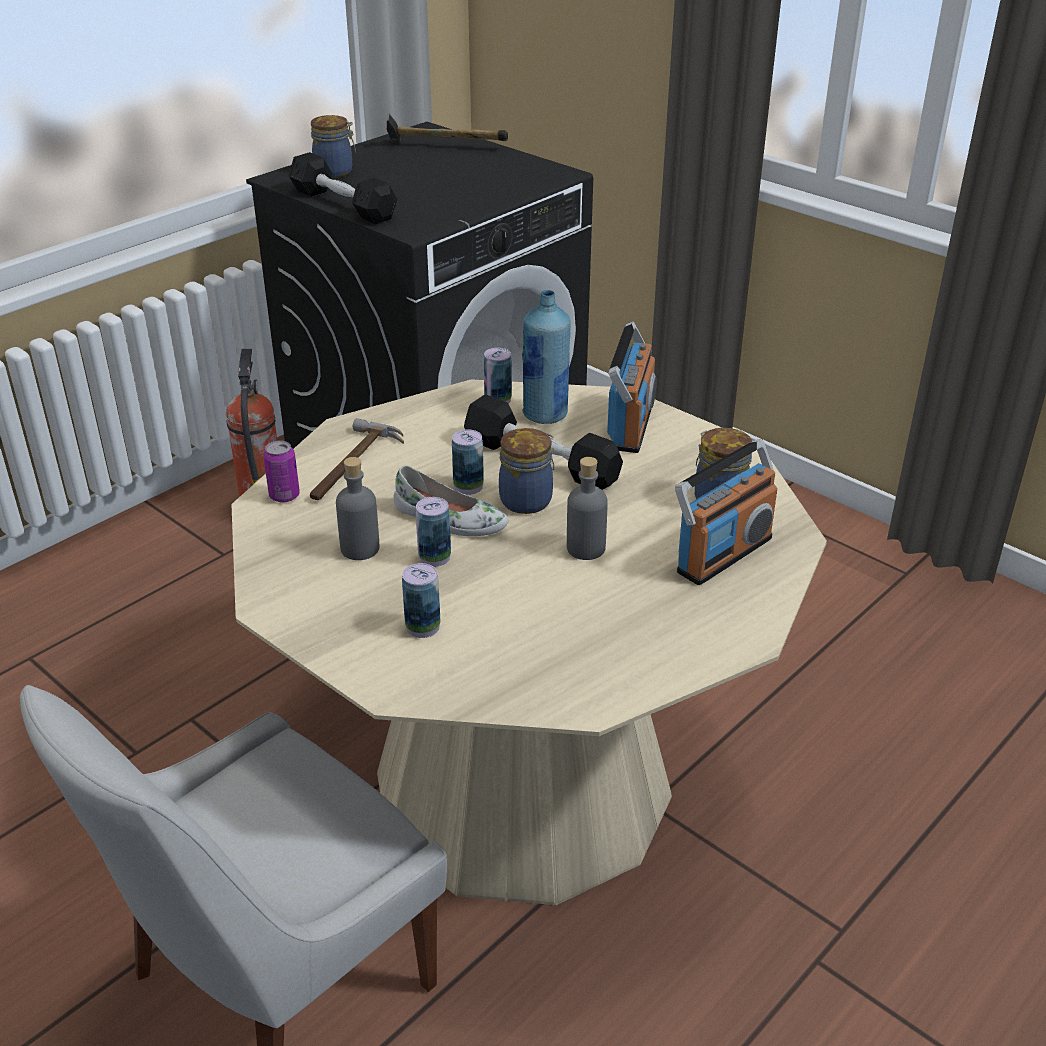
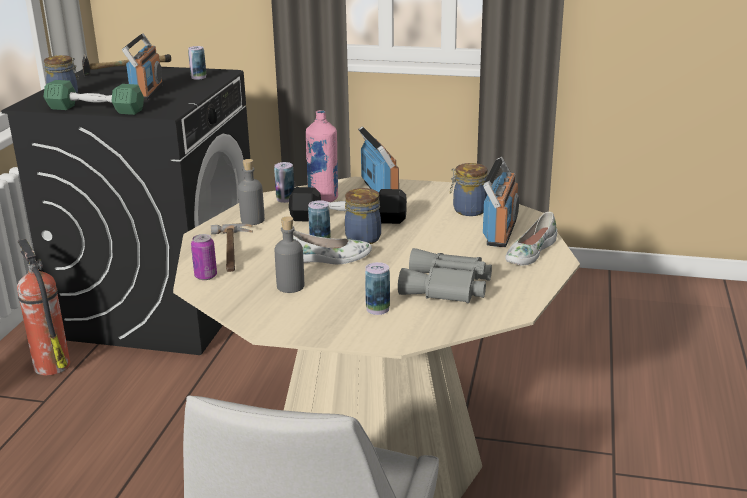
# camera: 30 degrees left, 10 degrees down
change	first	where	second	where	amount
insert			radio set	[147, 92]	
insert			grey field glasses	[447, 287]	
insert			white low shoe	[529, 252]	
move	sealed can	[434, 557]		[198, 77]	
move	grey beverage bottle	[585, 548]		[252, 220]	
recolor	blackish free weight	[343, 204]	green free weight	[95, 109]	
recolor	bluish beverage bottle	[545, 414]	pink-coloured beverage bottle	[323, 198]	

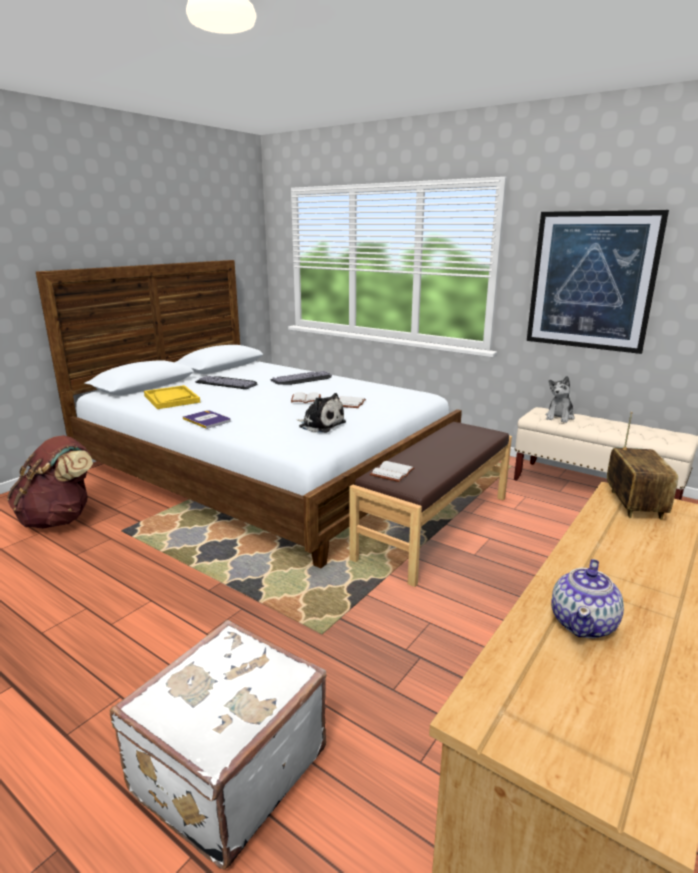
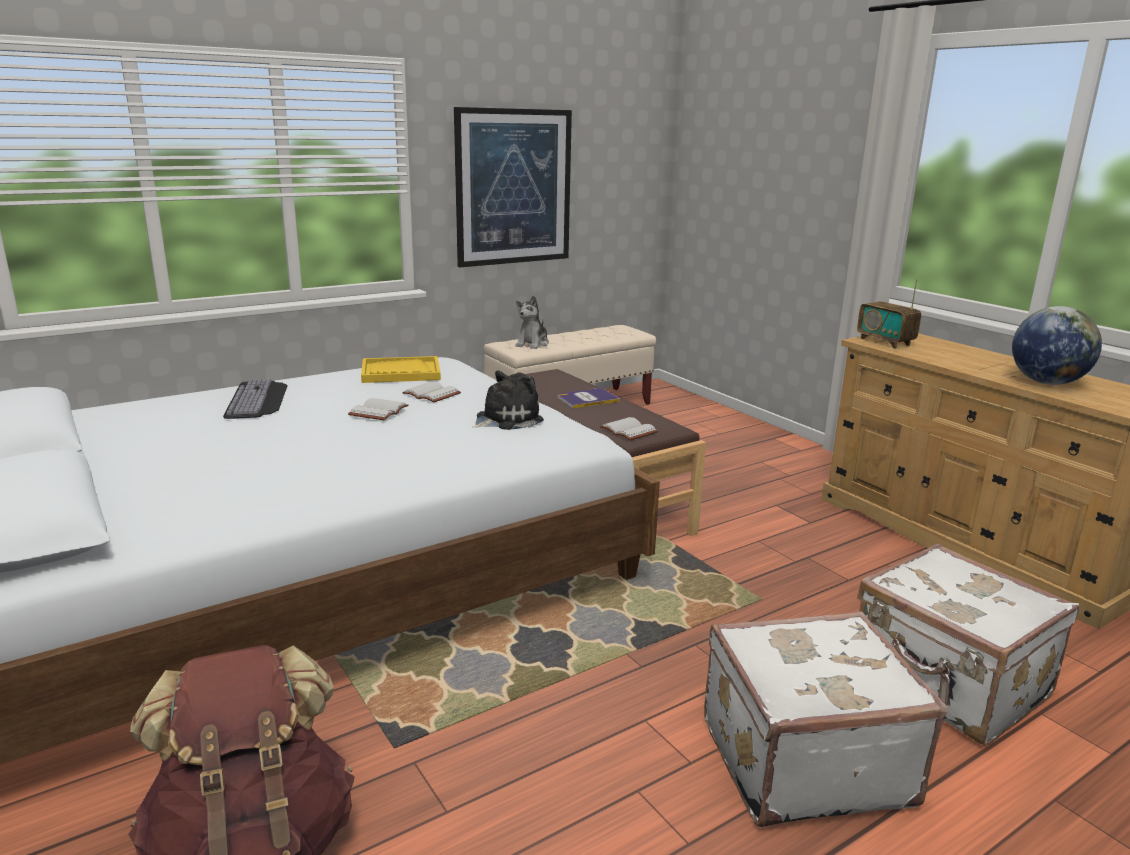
# camera: 70 degrees left, 0 degrees up
change	first	where	second	where	amount
delete	computer keyboard	[229, 382]			
insert			white travel case	[801, 759]	
move	yellowish tray	[171, 399]		[400, 372]	
move	volume	[207, 420]		[587, 399]	
replace	pot for tea	[584, 623]	globe	[1046, 382]	
rotate	soft toy	[559, 417]		[533, 344]	60 degrees clockwise
rotate	radio set	[634, 504]		[885, 342]	150 degrees counterclockwise

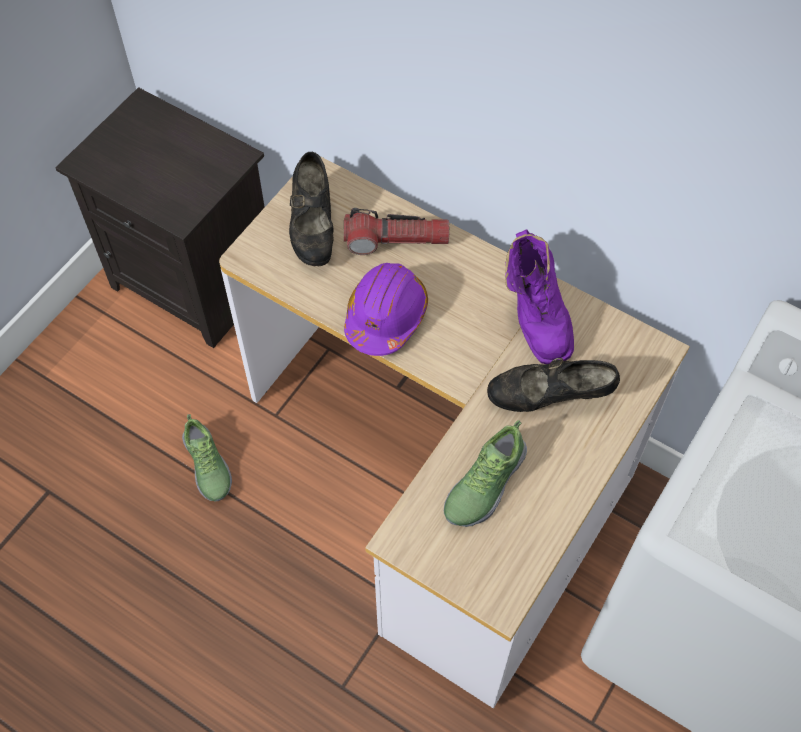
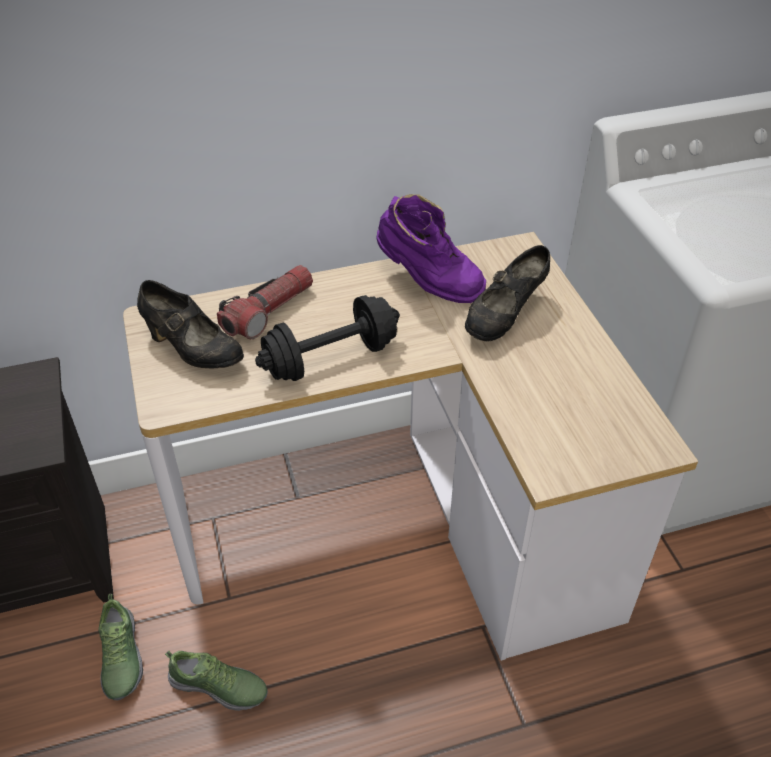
# camera: 50 degrees left, 15 degrees down
change	first	where	second	where	amount
move	low shoe	[483, 484]		[120, 657]	
replace	purplish safety helmet	[386, 316]	blackish free weight	[330, 358]	

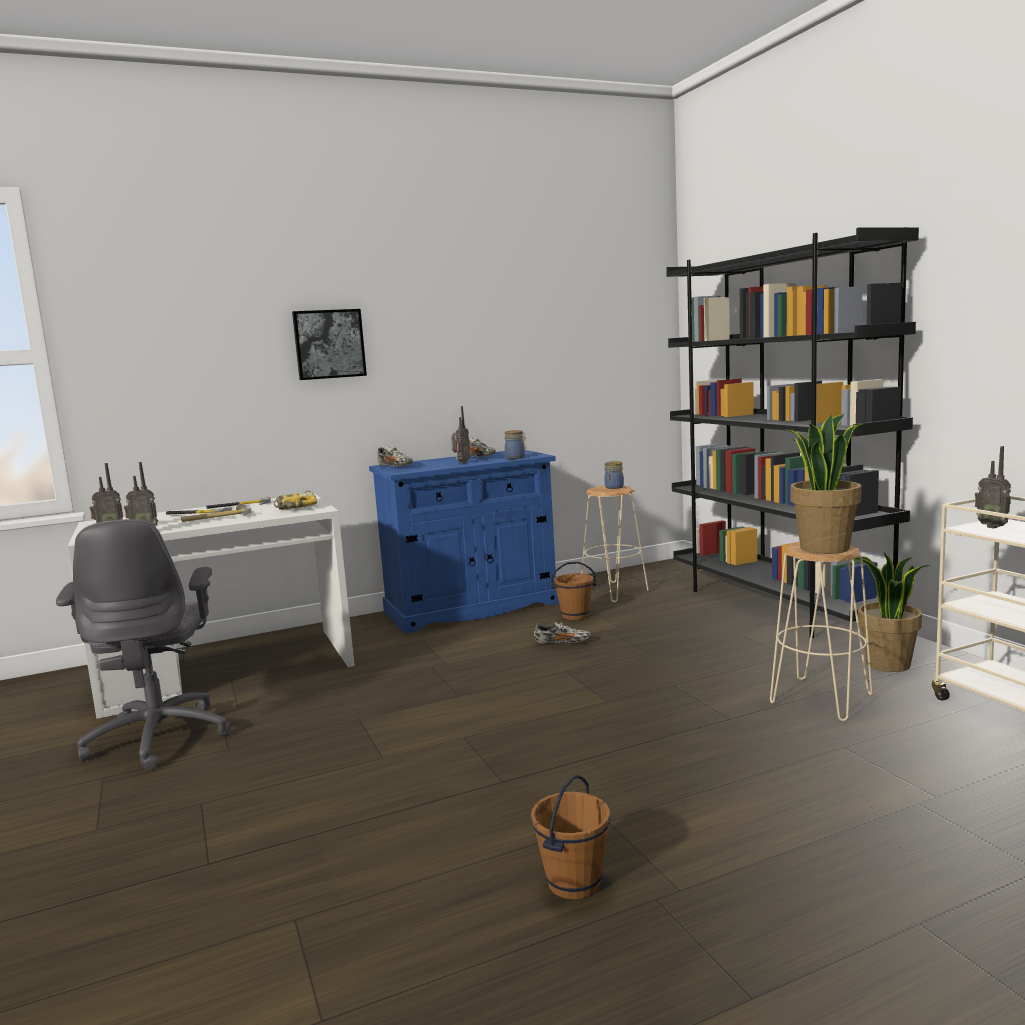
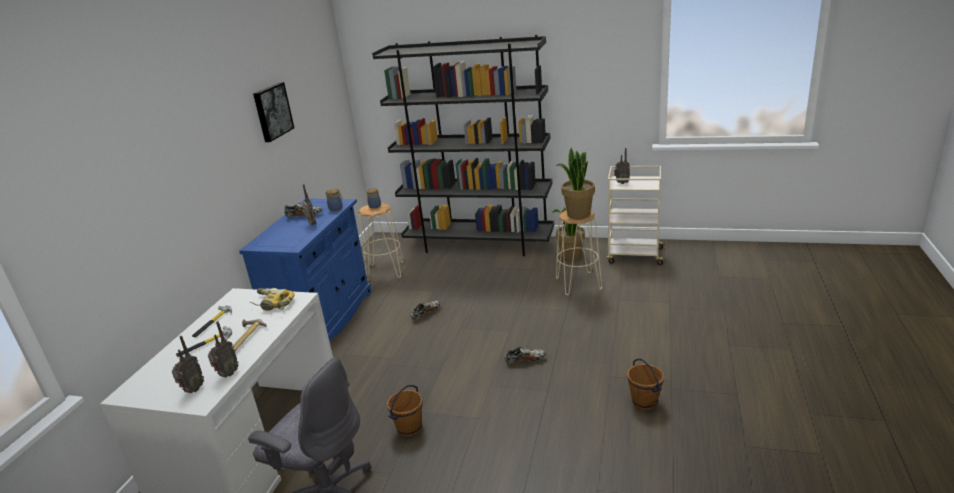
# camera: 50 degrees left, 15 degrees up
change	first	where	second	where	amount
move	picture	[329, 344]		[272, 111]	
move	low shoe	[396, 467]		[525, 360]	
move	brownish water bucket	[575, 616]		[409, 428]	

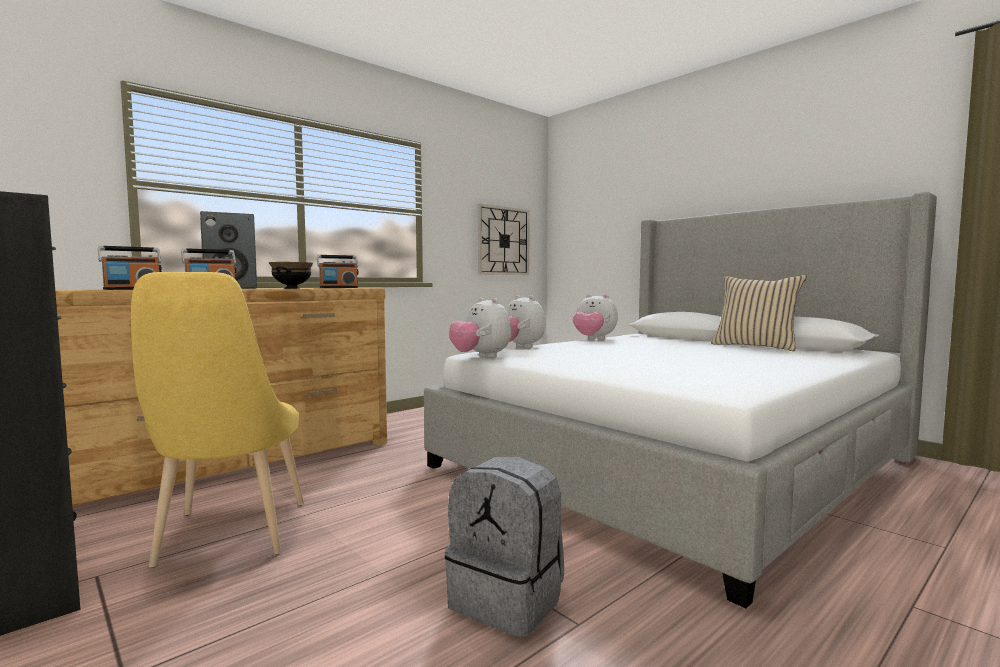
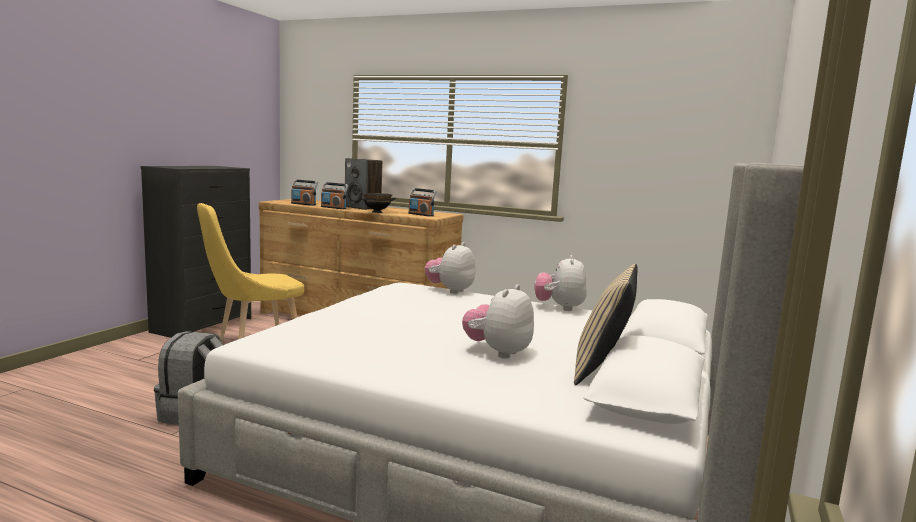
# camera: 65 degrees right, 5 degrees up
change	first	where	second	where	amount
delete	clock on the wall	[503, 241]			
move	soft toy	[481, 357]		[498, 352]	

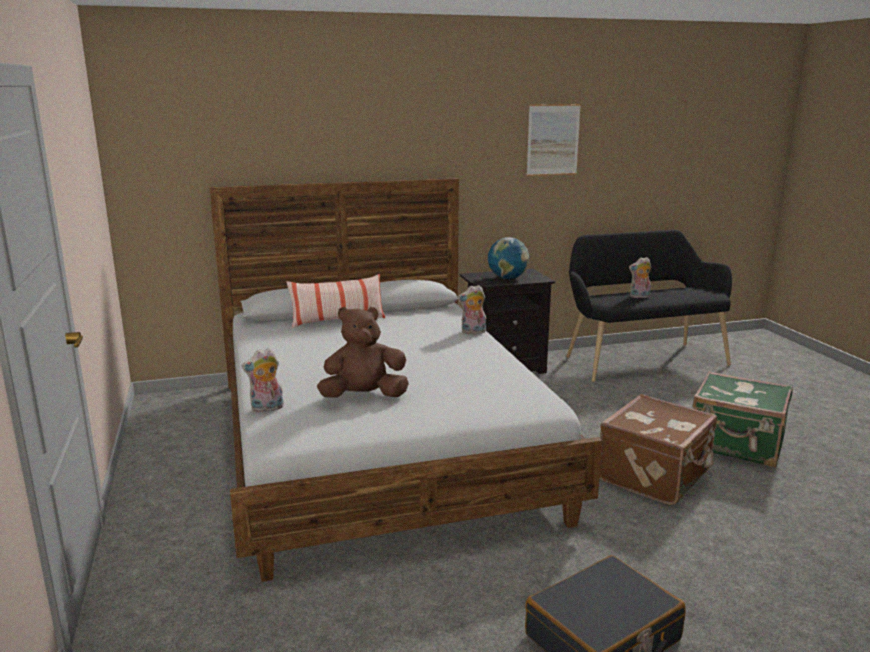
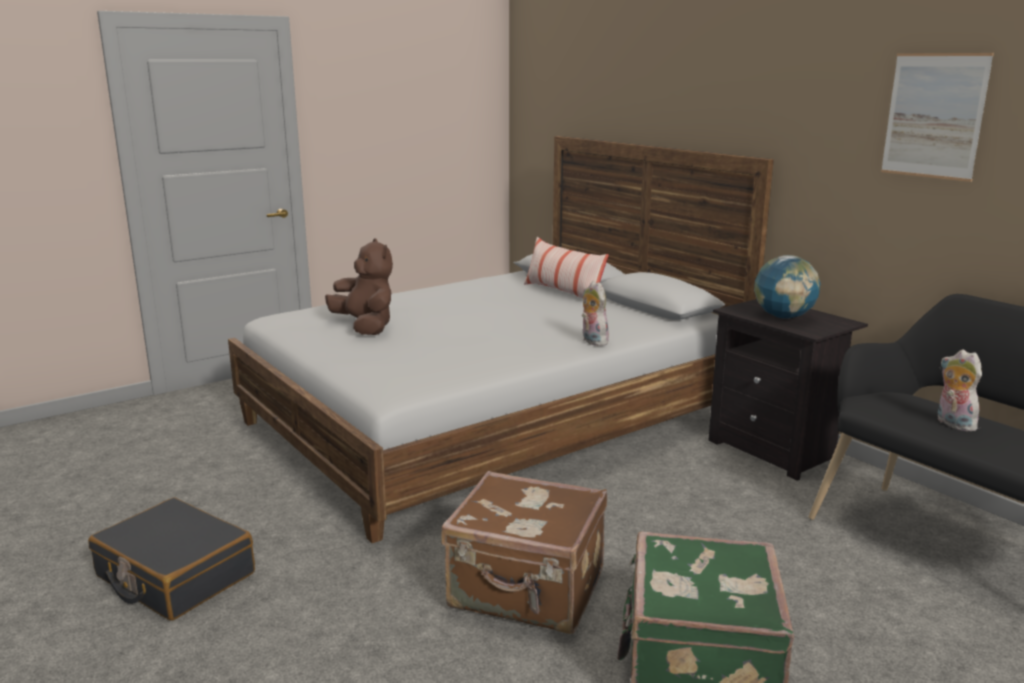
# camera: 70 degrees right, 0 degrees up
change	first	where	second	where	amount
delete	soft toy	[266, 408]			

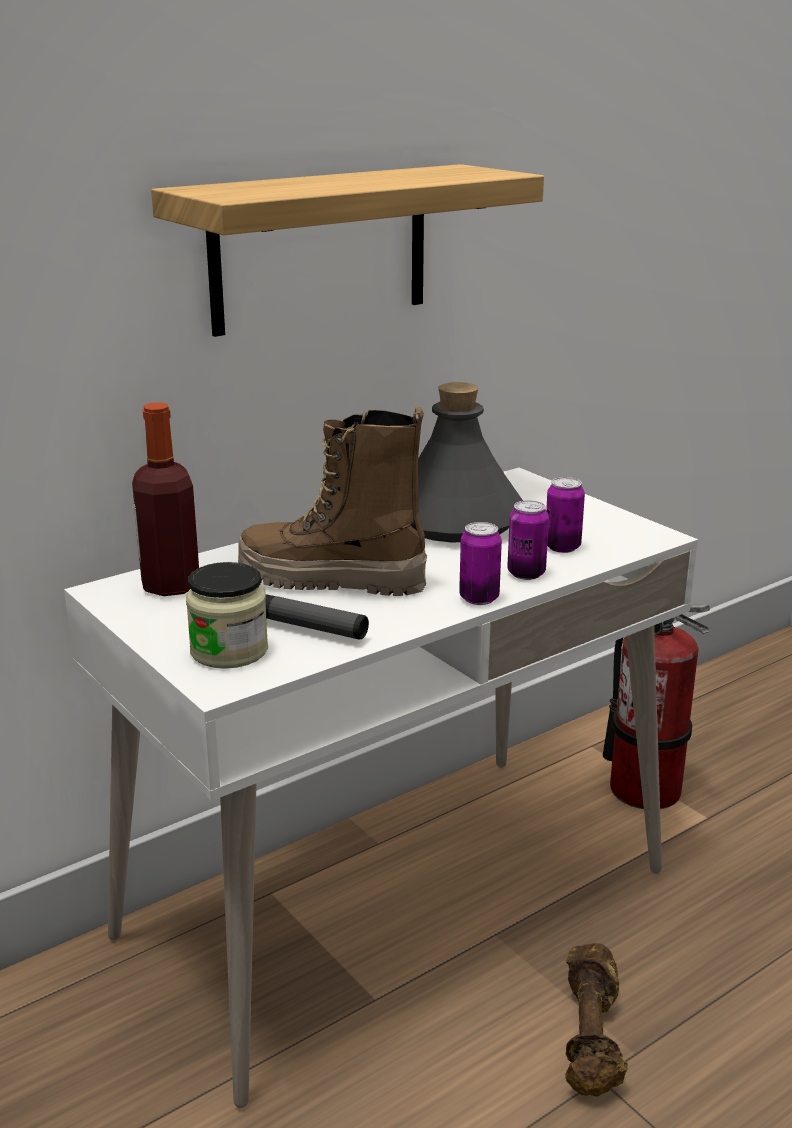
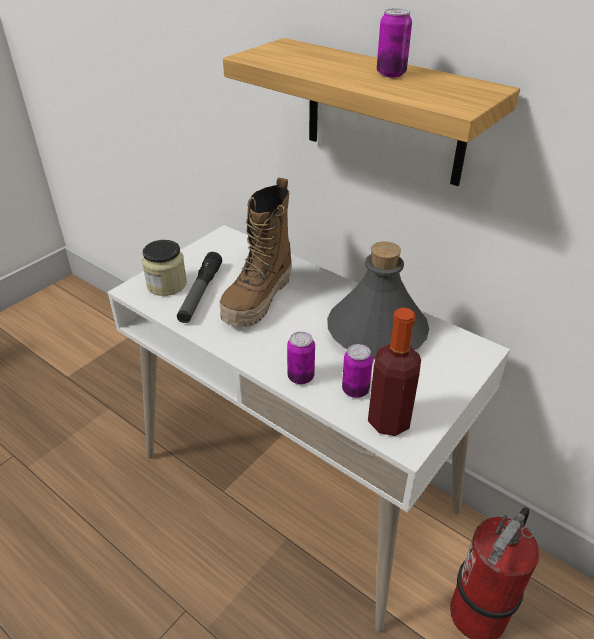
# camera: 75 degrees right, 15 degrees up
change	first	where	second	where	amount
delete	brownish free weight	[593, 1038]			
move	beverage bottle	[170, 586]		[389, 421]	
move	sealed can	[479, 598]		[391, 74]	
rotate	boot	[332, 581]		[258, 300]	150 degrees counterclockwise

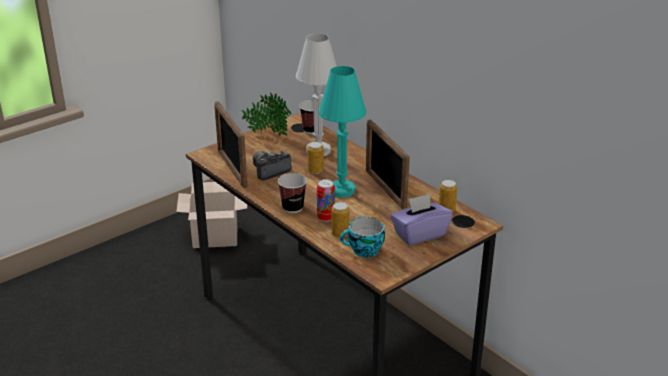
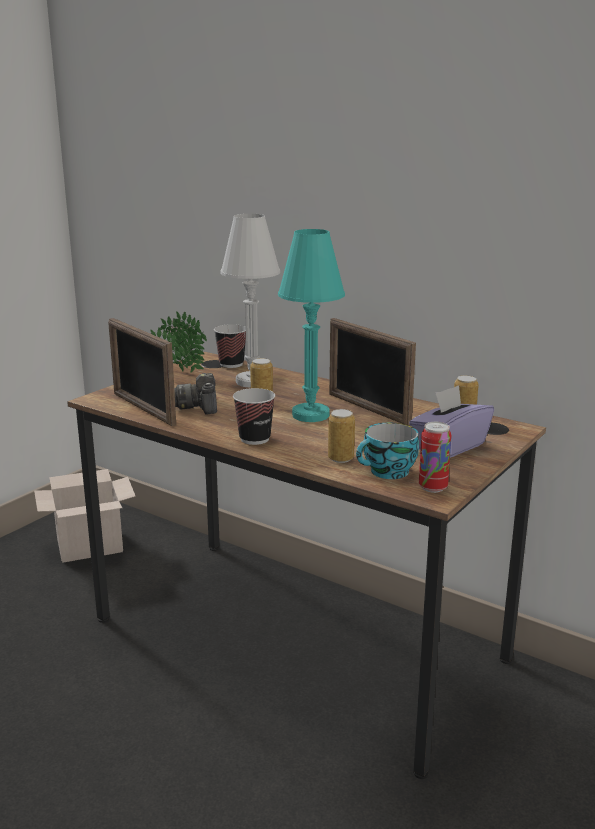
# camera: 15 degrees left, 10 degrees down
change	first	where	second	where	amount
move	sealed can	[326, 218]		[433, 487]	
rotate	still camera	[270, 171]		[199, 406]	45 degrees counterclockwise

